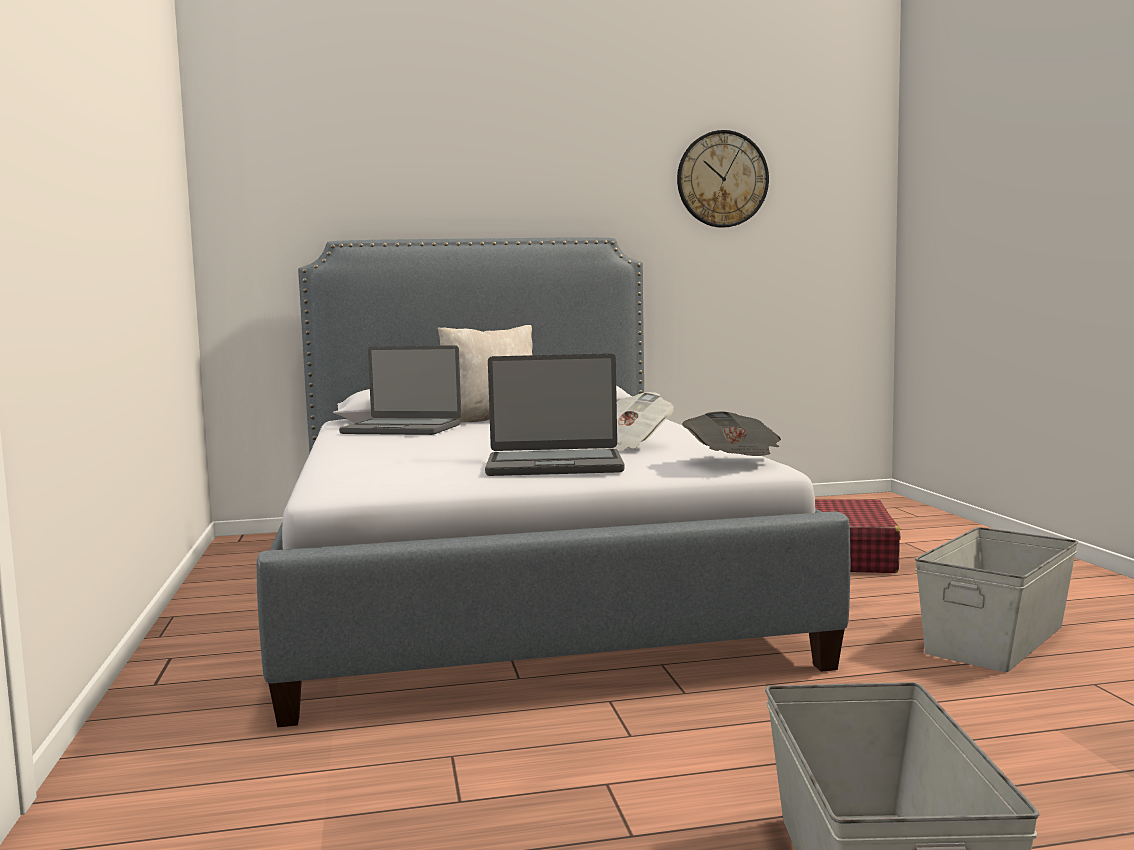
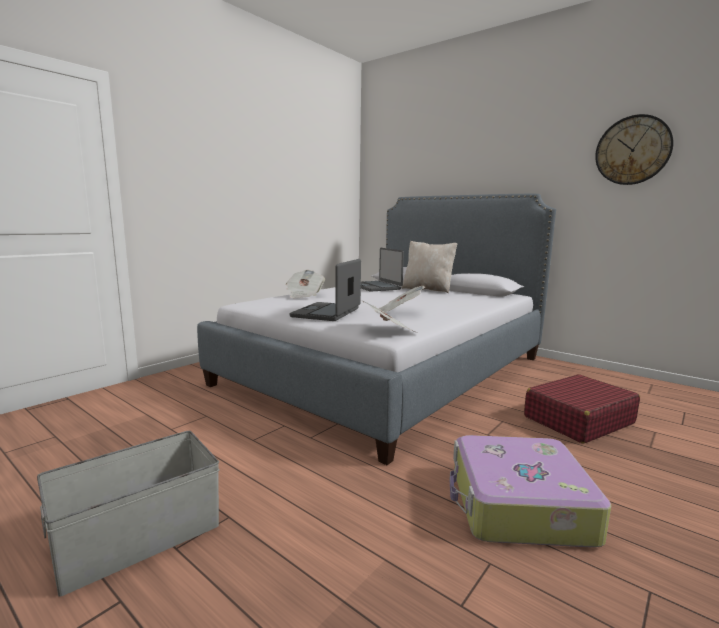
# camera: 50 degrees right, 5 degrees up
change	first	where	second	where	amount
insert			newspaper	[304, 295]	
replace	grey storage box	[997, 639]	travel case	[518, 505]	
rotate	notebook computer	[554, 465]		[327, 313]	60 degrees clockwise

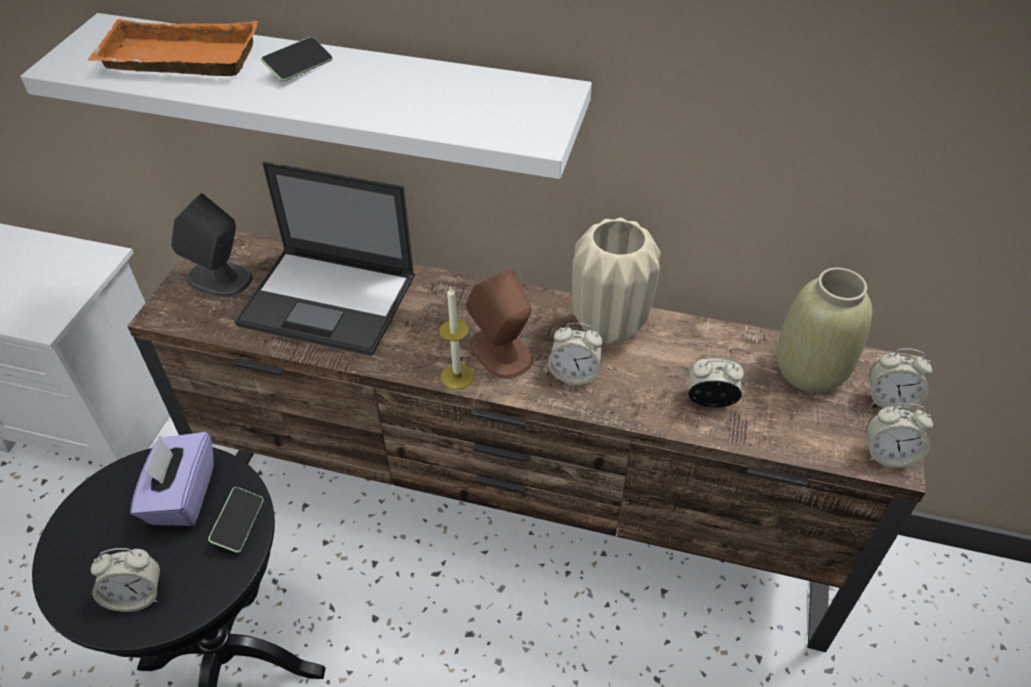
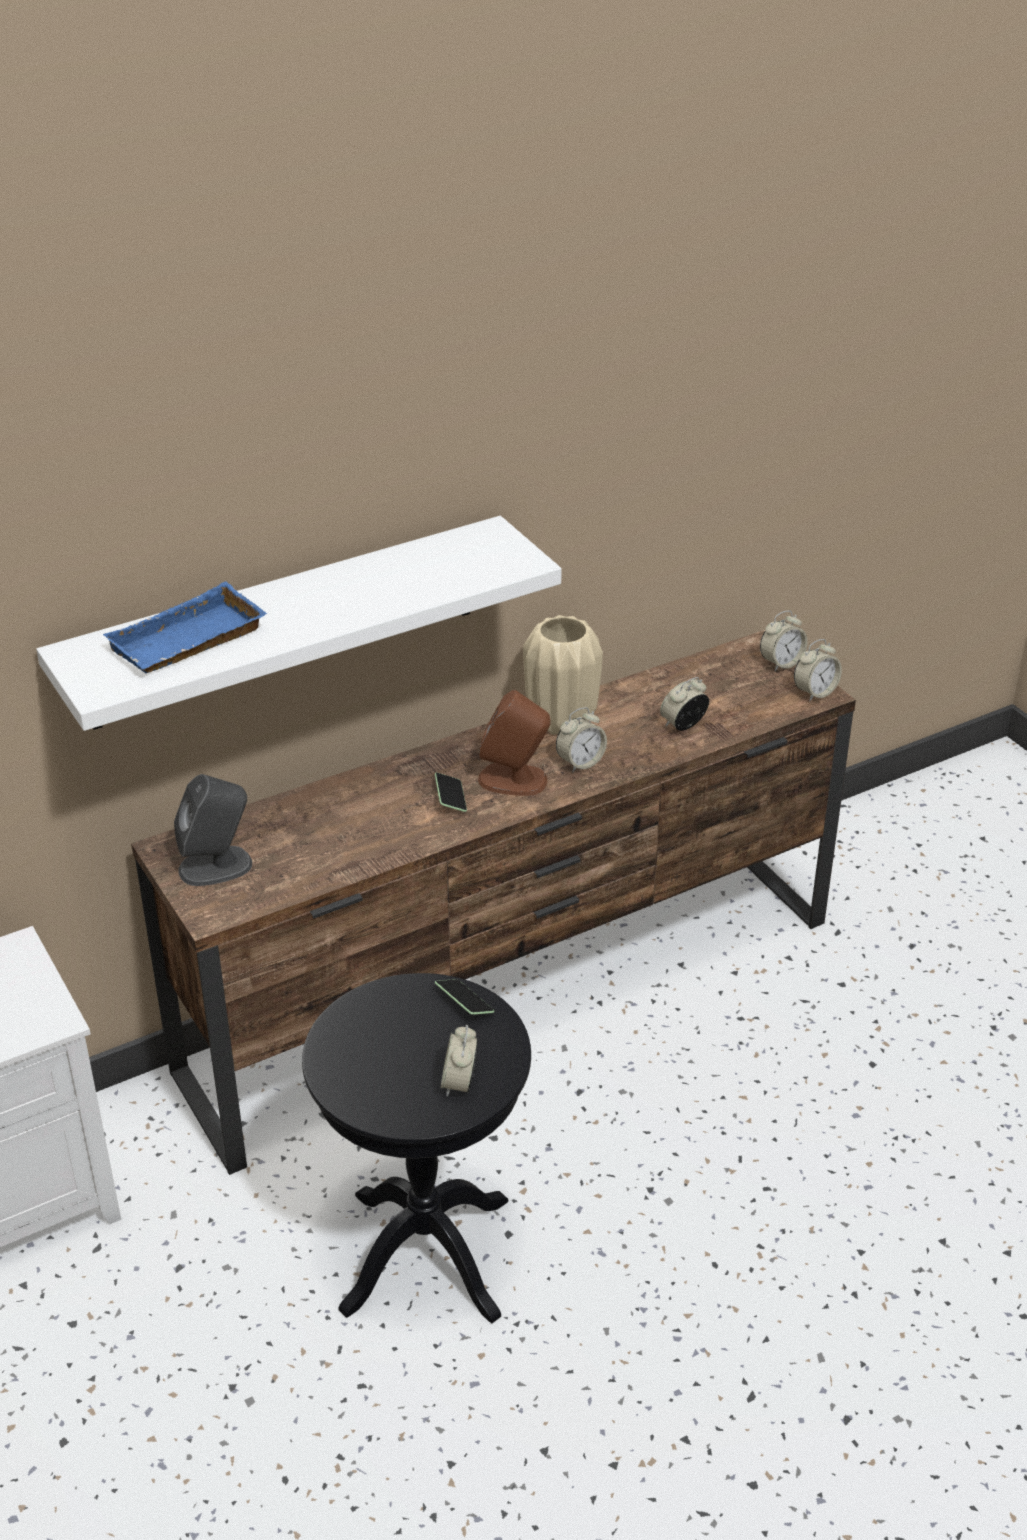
# camera: 45 degrees left, 10 degrees down
change	first	where	second	where	amount
delete	purplish box of tissues	[182, 495]			
delete	notebook computer	[330, 300]			
delete	wax candle	[457, 376]			
delete	beige-coloured flower vase	[811, 370]			
move	handset	[299, 68]		[450, 799]	
recolor	orange tray	[177, 61]	bluish tray	[188, 643]	
rotate	table clock	[137, 595]		[459, 1083]	150 degrees clockwise

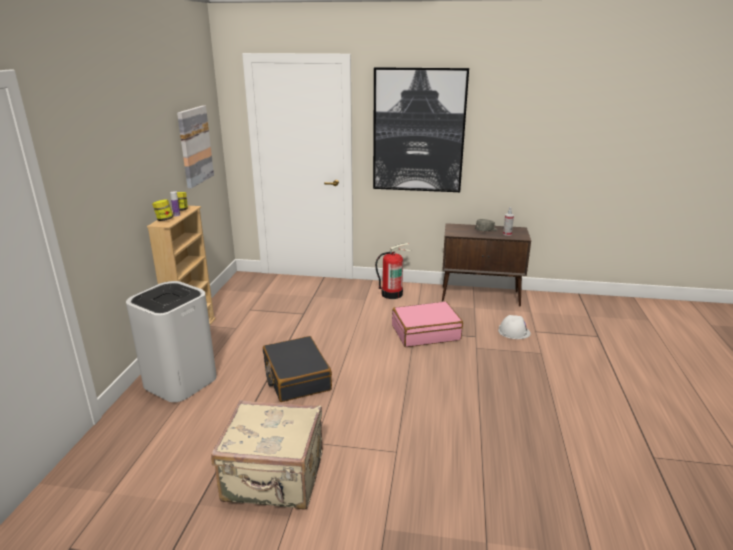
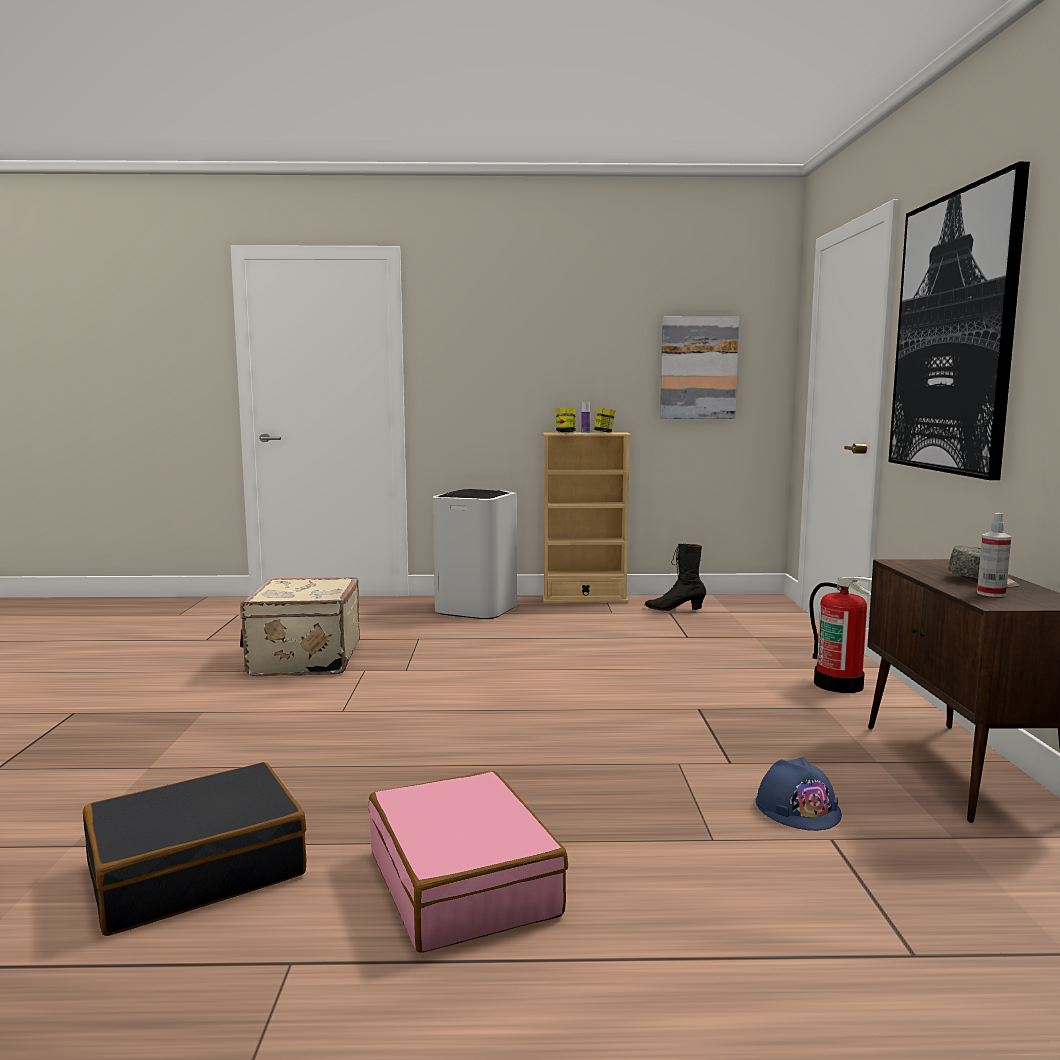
# camera: 80 degrees right, 15 degrees down
change	first	where	second	where	amount
insert			blackish boot	[674, 609]	
move	blackish travel case	[296, 377]		[196, 870]	
move	pink-coloured travel case	[425, 332]		[463, 882]	
recolor	white safety helmet	[514, 332]	bluish safety helmet	[798, 808]	

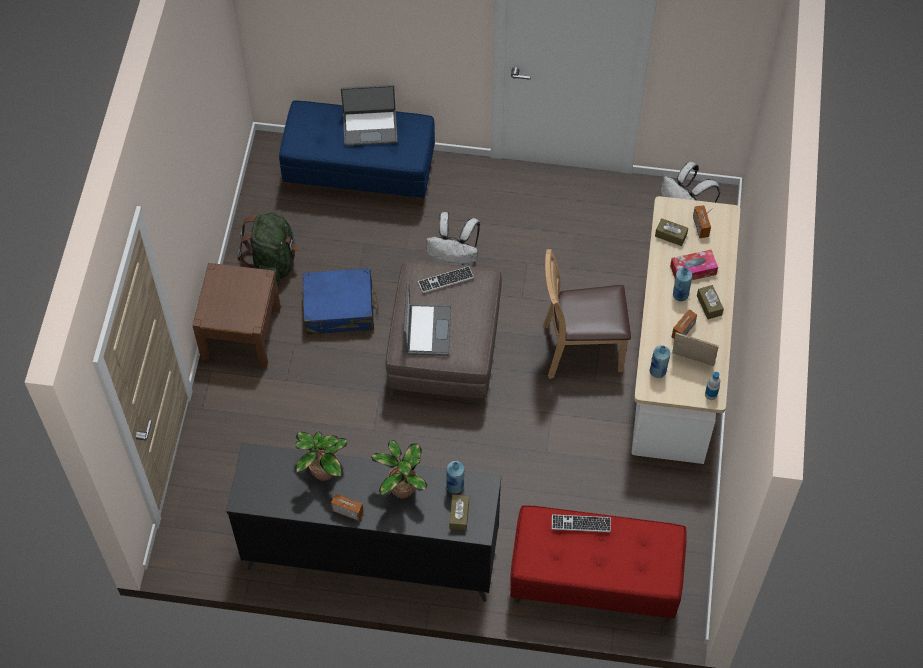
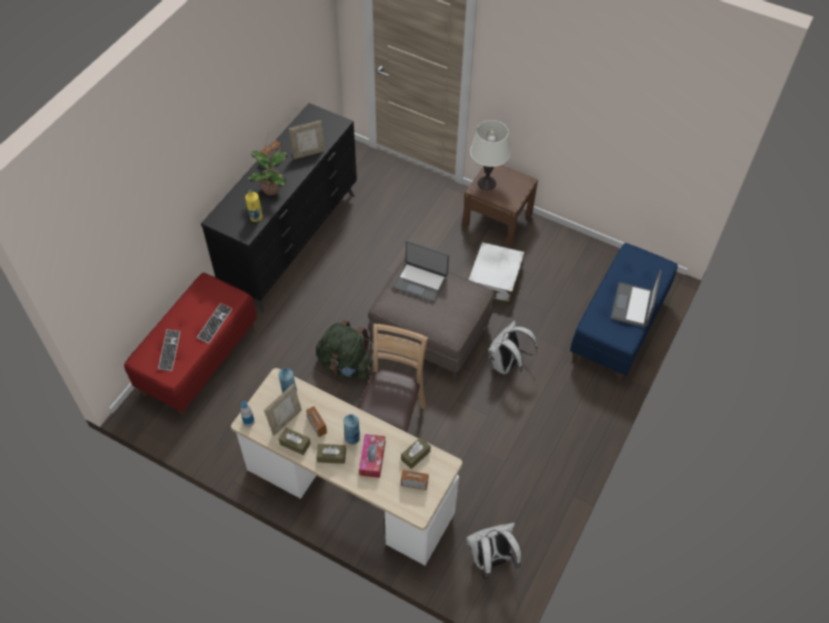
# camera: 110 degrees right, 5 degrees down
change	first	where	second	where	amount
insert			white table lamp	[487, 183]	
move	green rucksack	[273, 262]		[345, 365]	
move	computer keyboard	[445, 280]		[169, 350]	
move	brownish box of tissues	[459, 515]		[295, 444]	
replace	potted plant	[322, 472]	photo frame	[308, 153]	
recolor	bluish travel case	[339, 309]	white travel case	[494, 280]	
recolor	bluish beverage bottle	[455, 486]	yellowish beverage bottle	[256, 217]	

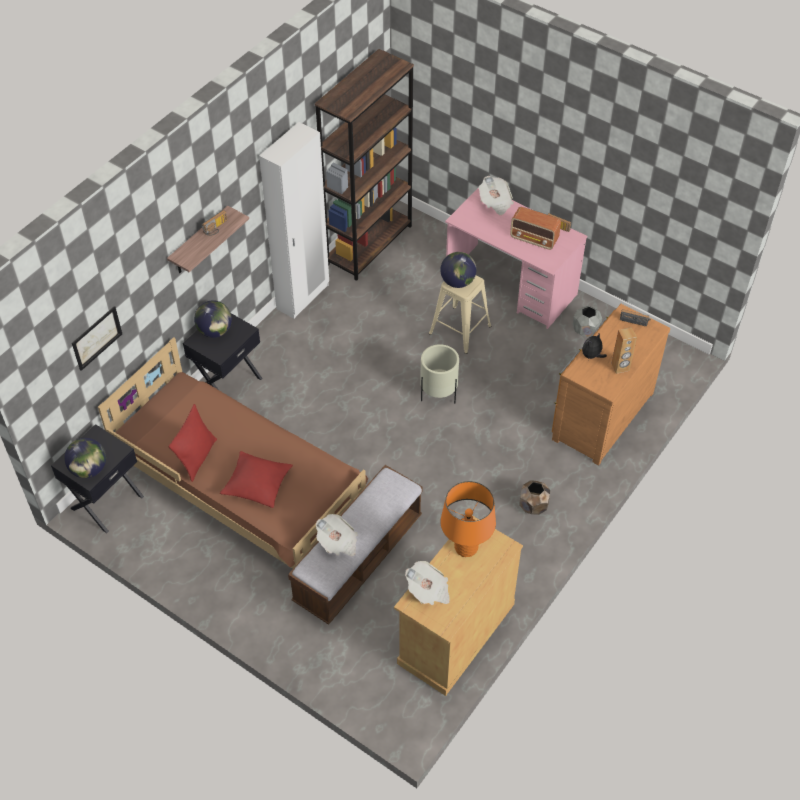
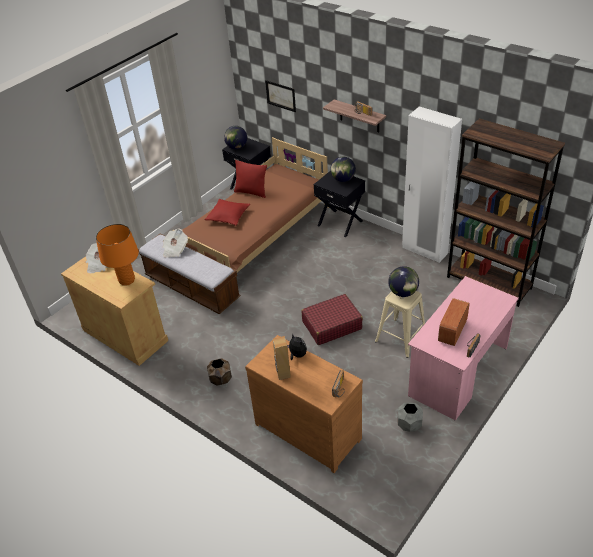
# camera: 95 degrees right, 10 degrees down
change	first	where	second	where	amount
delete	newspaper	[495, 202]			
replace	beige-coloured planter	[438, 394]	red travel case	[331, 325]	

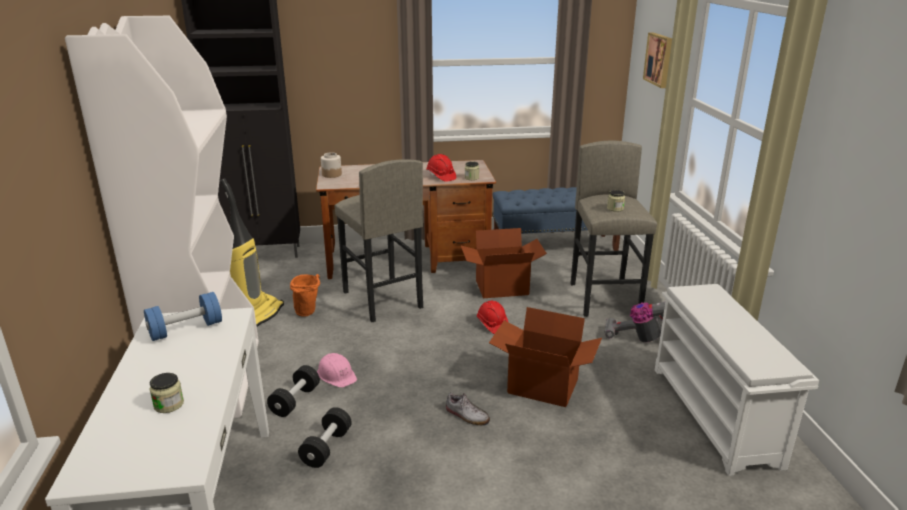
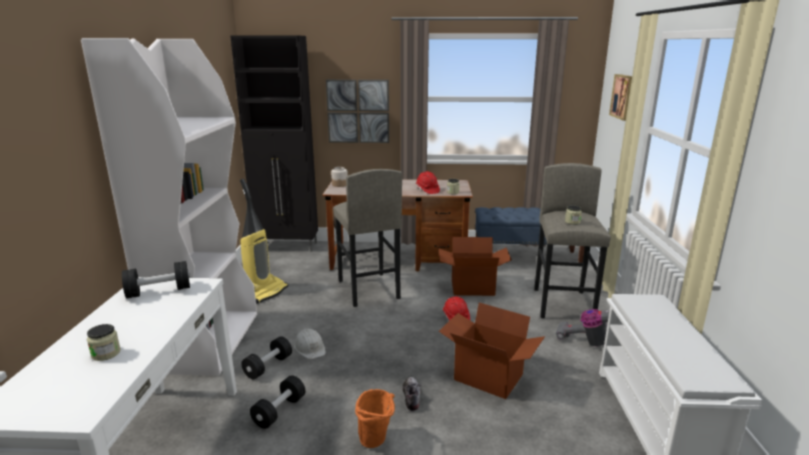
# camera: 10 degrees right, 5 degrees down
change	first	where	second	where	amount
insert			picture	[358, 111]	
move	orange water bucket	[308, 313]		[376, 442]	
recolor	bluish free weight	[186, 329]	blackish free weight	[159, 291]	
recolor	pink-coloured safety helmet	[336, 375]	white safety helmet	[310, 348]	
rotate	low shoe	[467, 415]		[411, 396]	135 degrees counterclockwise

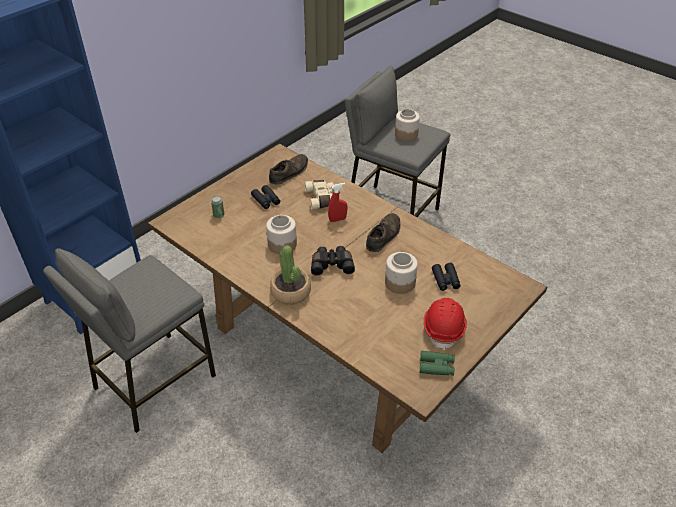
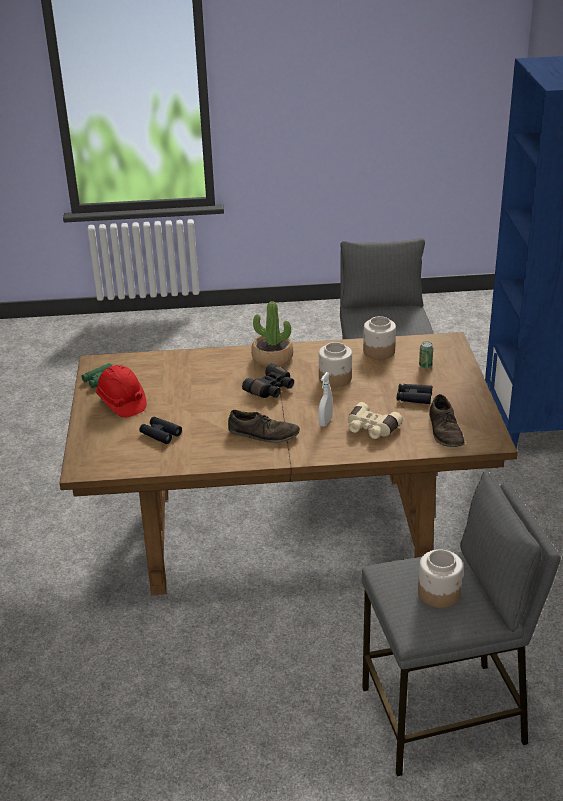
# camera: 135 degrees right, 10 degrees down
change	first	where	second	where	amount
move	jar	[400, 283]		[378, 351]	
recolor	red hand sprayer	[337, 219]	white hand sprayer	[325, 422]	
rotate	brownish low shoe	[383, 236]		[263, 434]	60 degrees counterclockwise

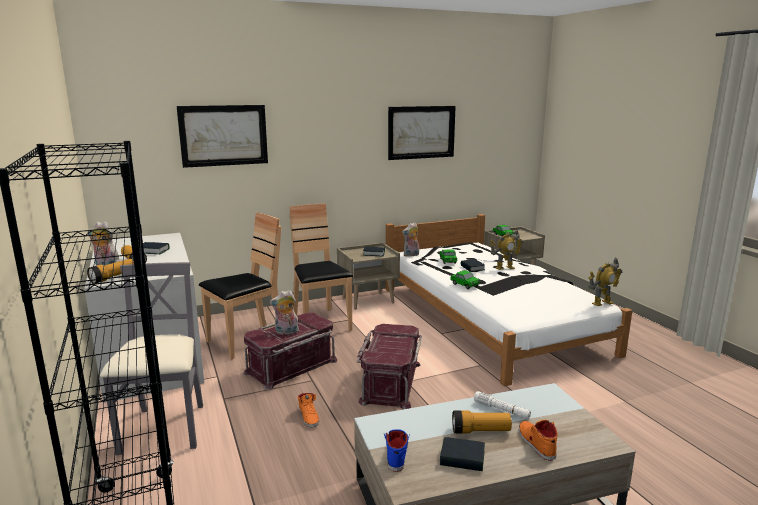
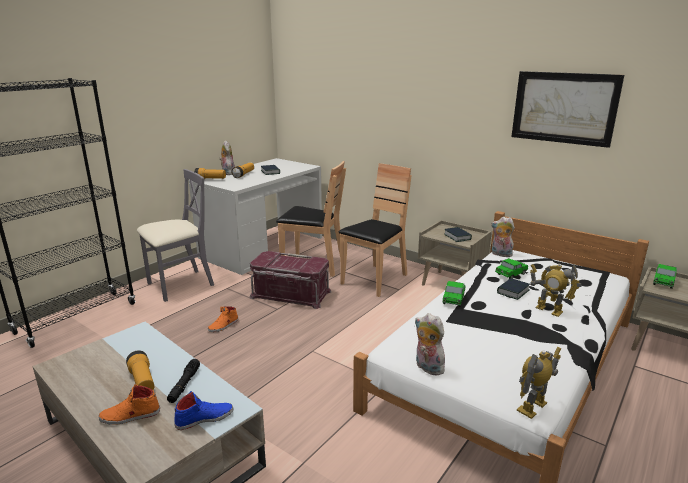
# camera: 60 degrees right, 5 degrees up
change	first	where	second	where	amount
delete	picture	[223, 135]			
delete	red storage box	[390, 382]			
delete	volume	[462, 459]			
move	soft toy	[286, 332]		[427, 367]	
move	bluish low shoe	[396, 453]		[204, 418]	
recolor	white hand torch	[501, 410]	blackish hand torch	[184, 385]	
rotate	orange low shoe	[536, 443]		[130, 416]	150 degrees counterclockwise
rotate	model robot	[602, 303]		[533, 407]	105 degrees clockwise

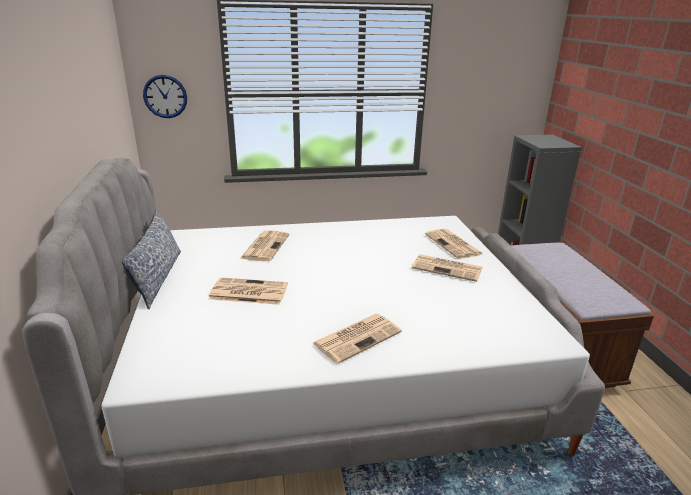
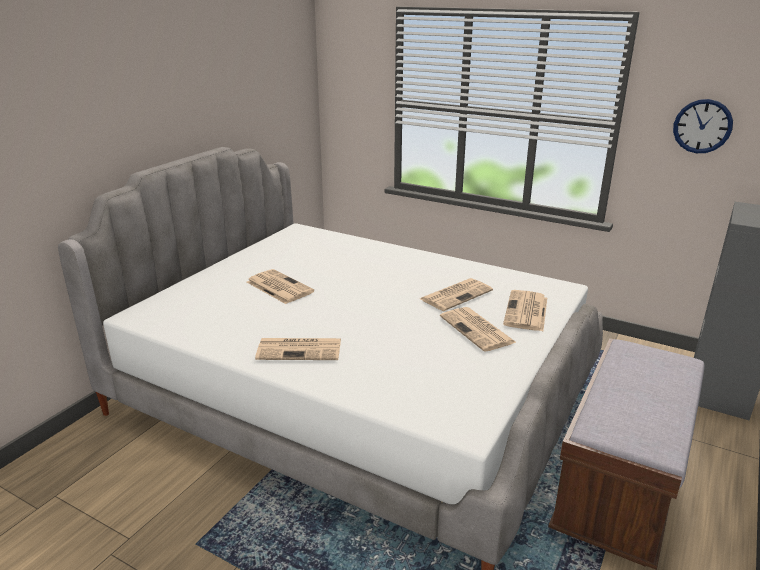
# camera: 40 degrees right, 0 degrees up
change	first	where	second	where	amount
delete	throw pillow	[158, 277]			
move	clock on the wall	[165, 96]		[702, 126]	
move	newspaper	[265, 246]		[456, 294]	

